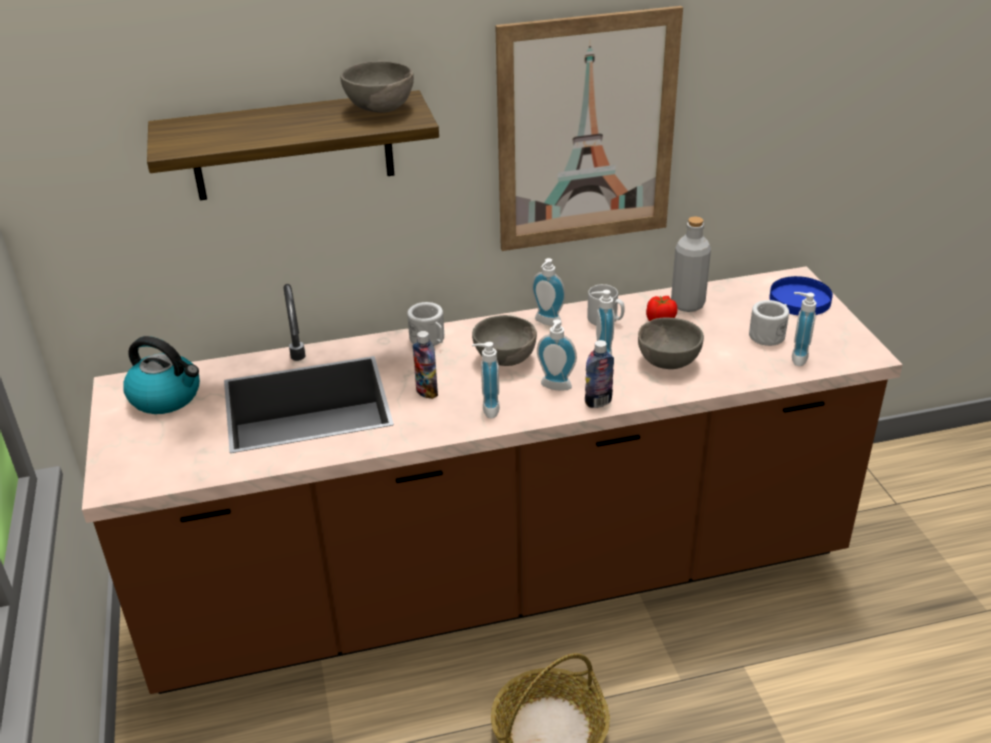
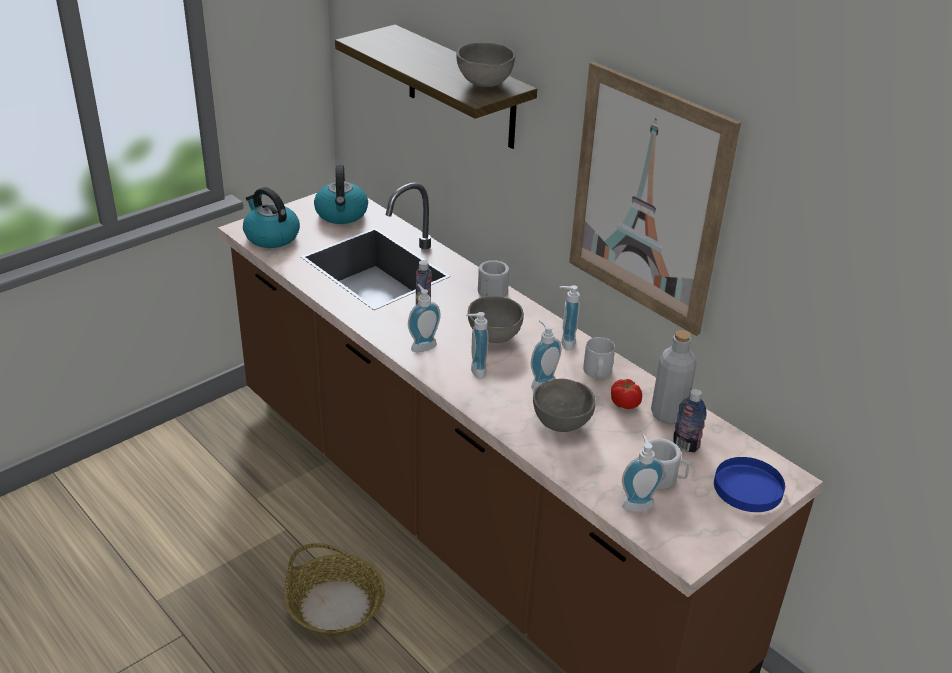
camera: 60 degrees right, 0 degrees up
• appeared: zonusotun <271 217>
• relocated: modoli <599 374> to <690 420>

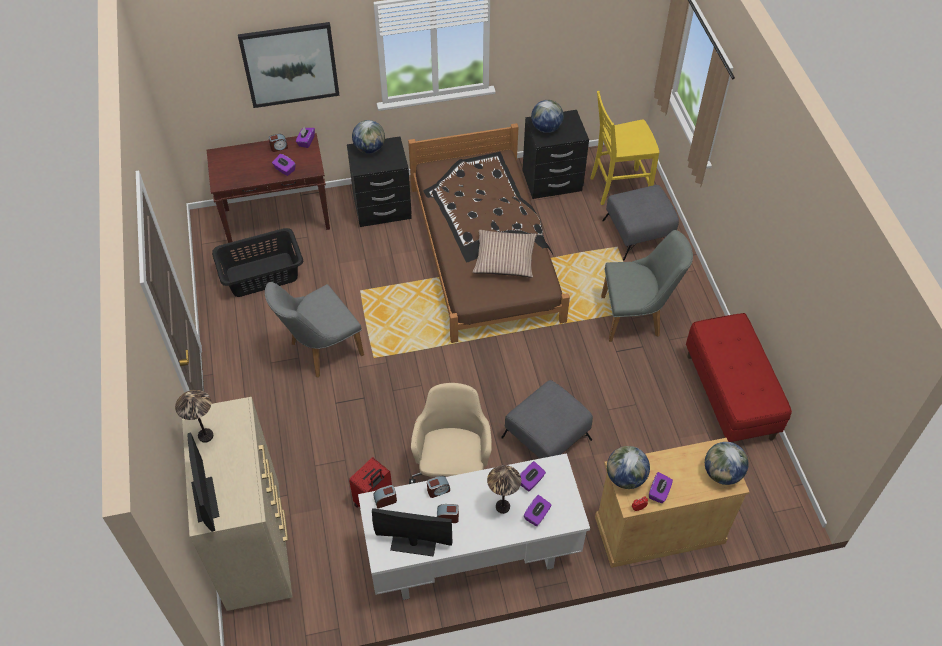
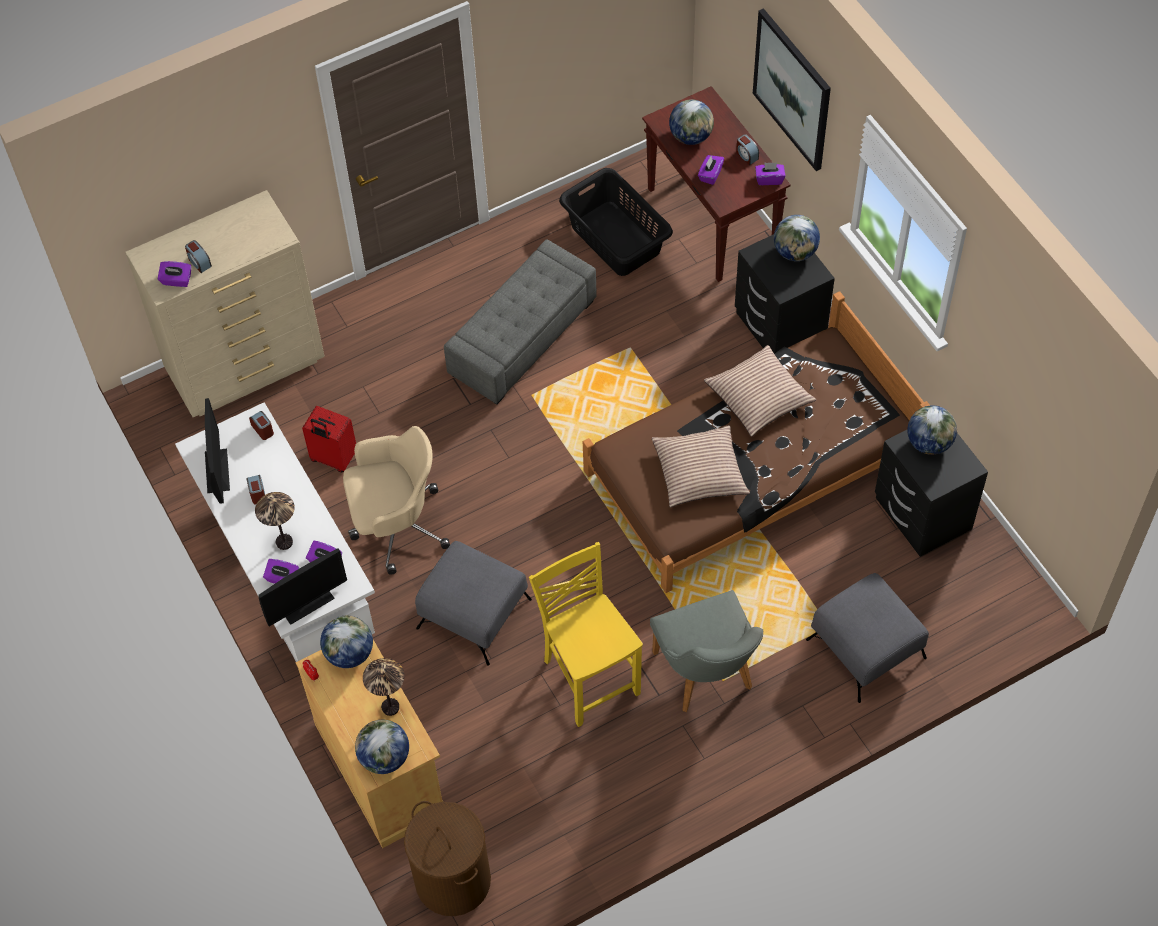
camera: 75 degrees right, 5 degrees up
• relocated: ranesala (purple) <661 487> to <174 274>
• relocated: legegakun <438 487> to <198 256>
• relocated: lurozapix <203 482> to <302 587>
• relocated: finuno <194 416> to <383 687>
• appeared: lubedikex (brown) <447 858>
• exchanged: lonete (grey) <314 330> to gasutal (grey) <520 322>
• relocated: lonete (yellow) <624 148> to <586 634>
• appeared: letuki <691 122>
• appeared: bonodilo <760 391>
• missing: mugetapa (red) <739 378>

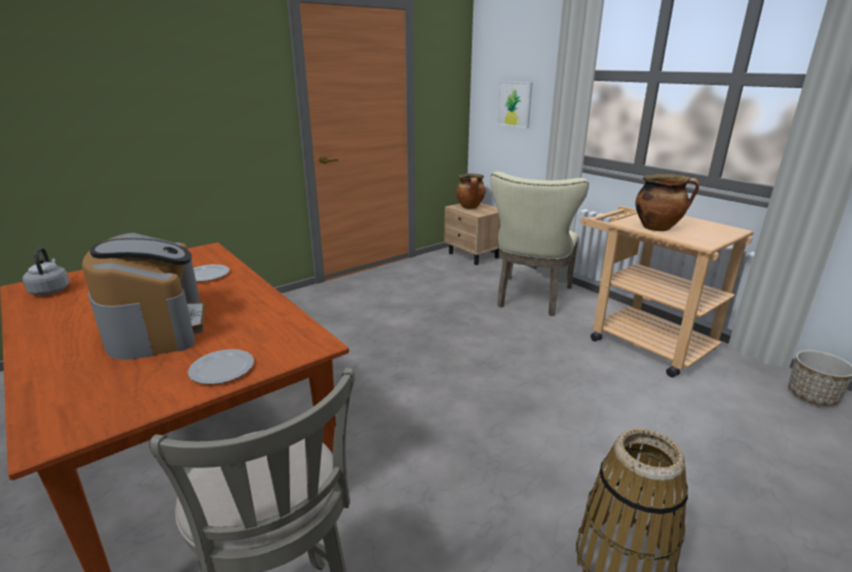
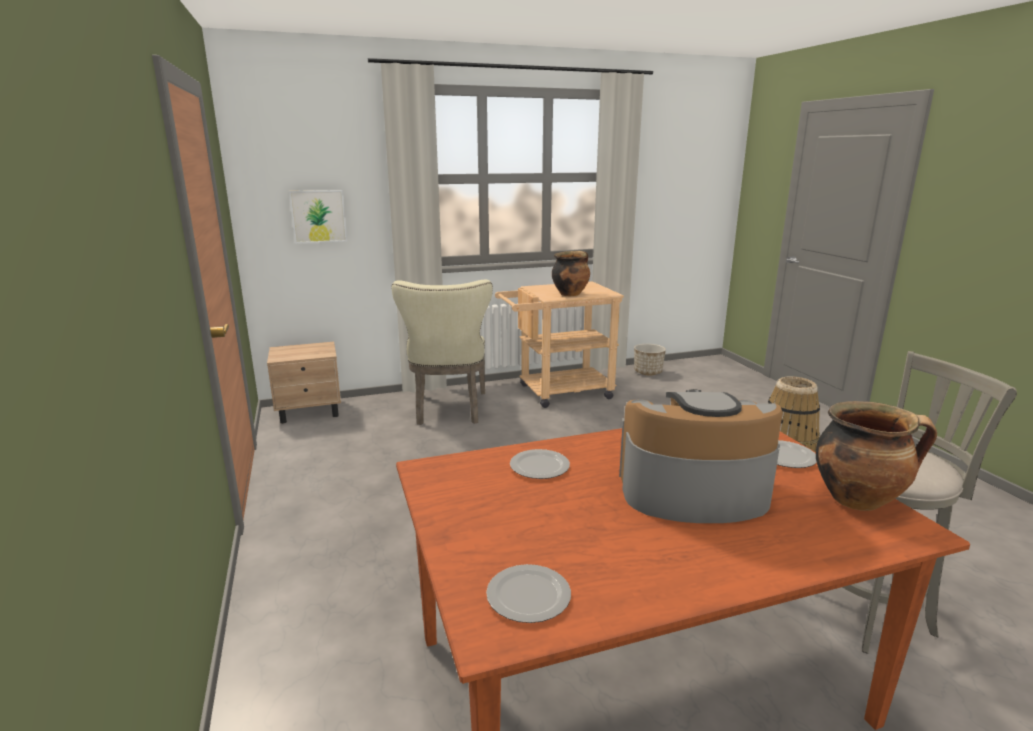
camera: 70 degrees left, 5 degrees down
• spun: lonete (beige) <539 243> = <442 352> 45 degrees clockwise
• exchanged: zonusotun (grey) <46 271> to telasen <528 593>
• relocated: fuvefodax <471 191> to <876 456>

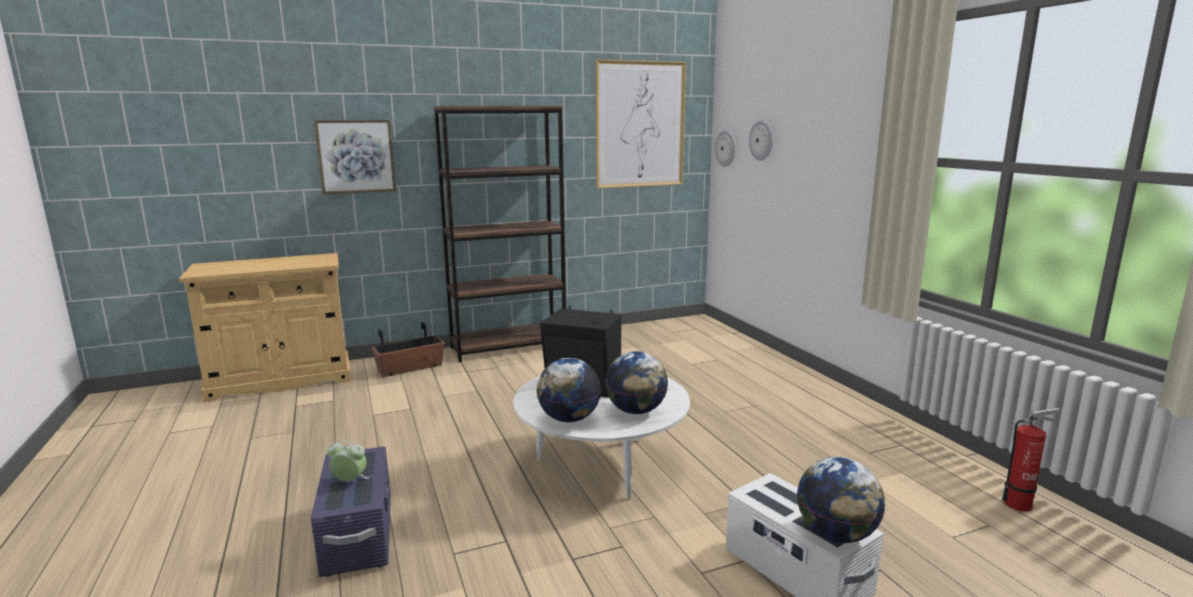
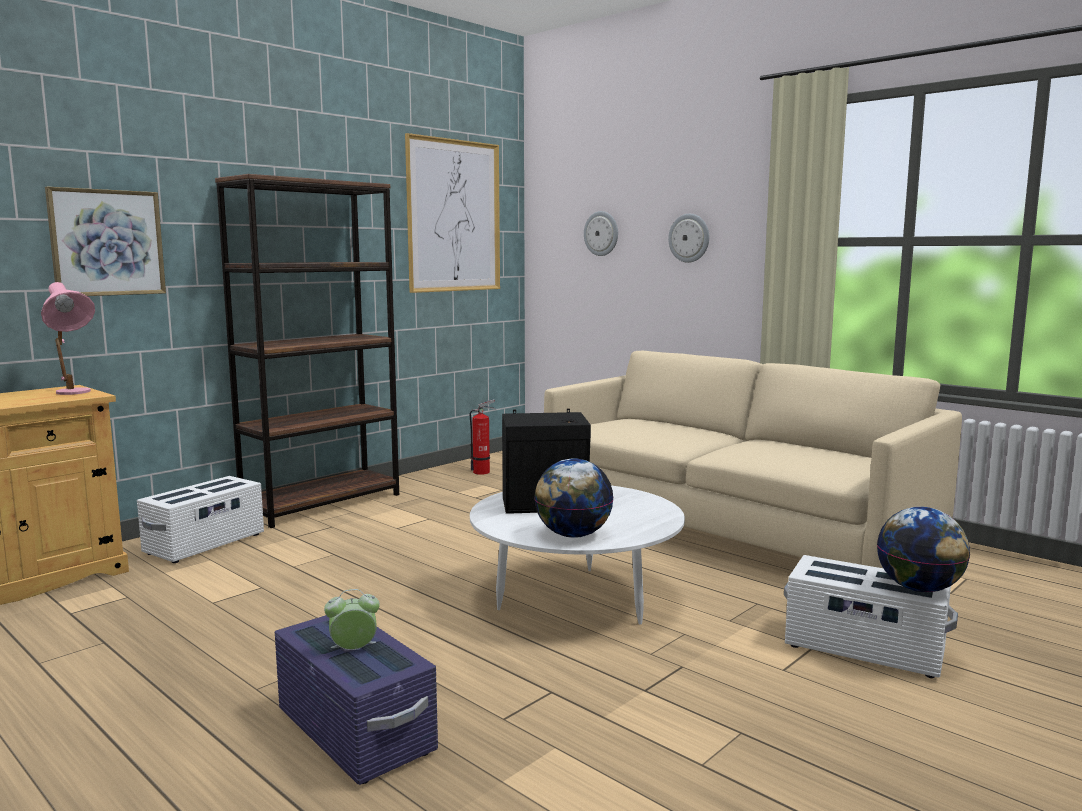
camera: 25 degrees left, 5 degrees down
• appeared: finuno (pink) <68 338>
• exchanged: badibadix <408 349> to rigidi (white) <200 519>
• relocated: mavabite <1031 460> to <483 437>
• appeared: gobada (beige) <753 459>
• relocated: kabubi <725 148> to <688 238>
• missing: letuki <636 382>

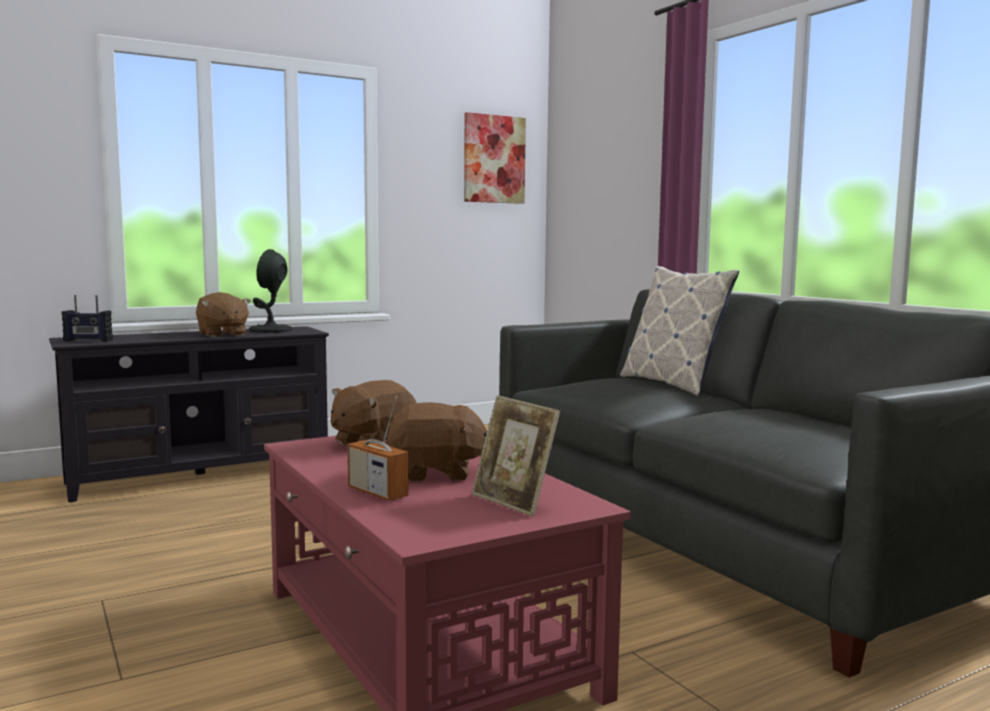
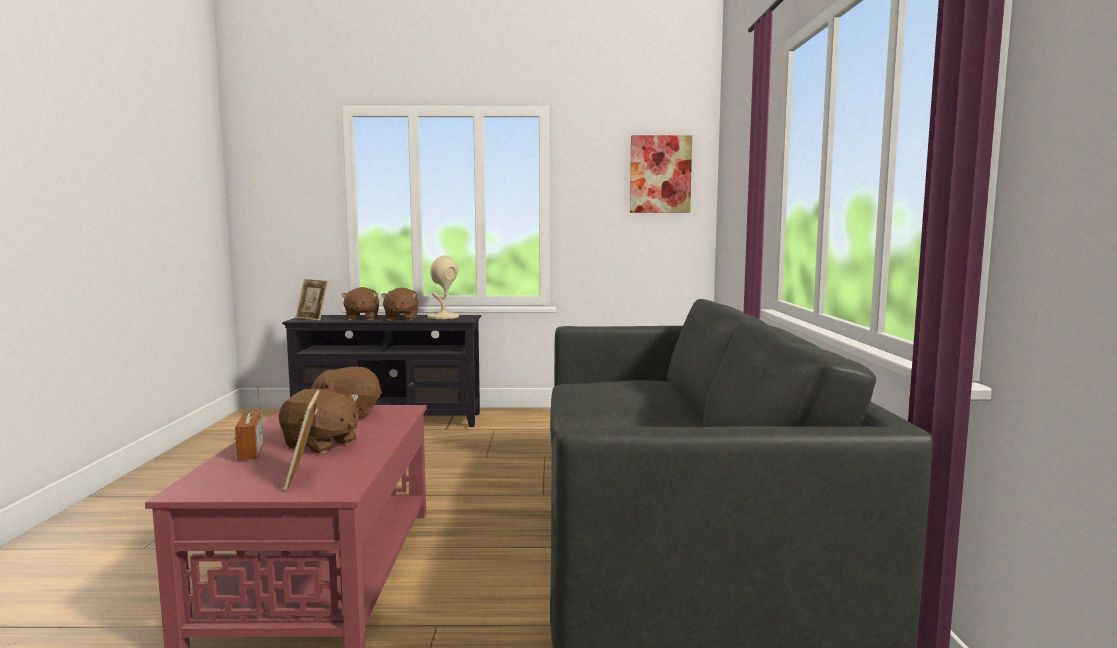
camera: 30 degrees right, 0 degrees up
• exchanged: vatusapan <87 318> to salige <311 300>
• appeared: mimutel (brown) <360 303>
• colour: finuno (black) <270 291> to finuno (beige) <443 287>
• missing: bonodilo <679 331>

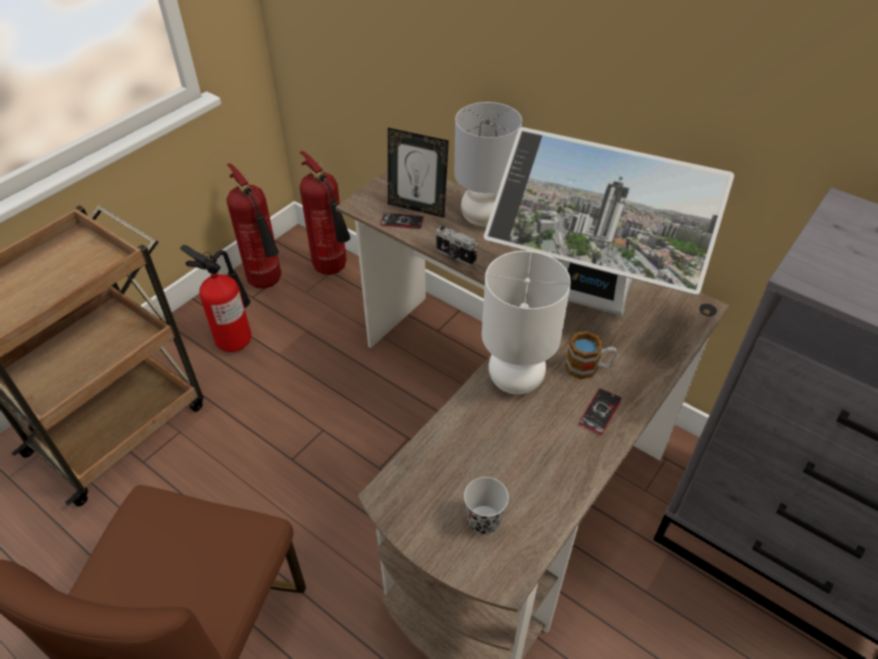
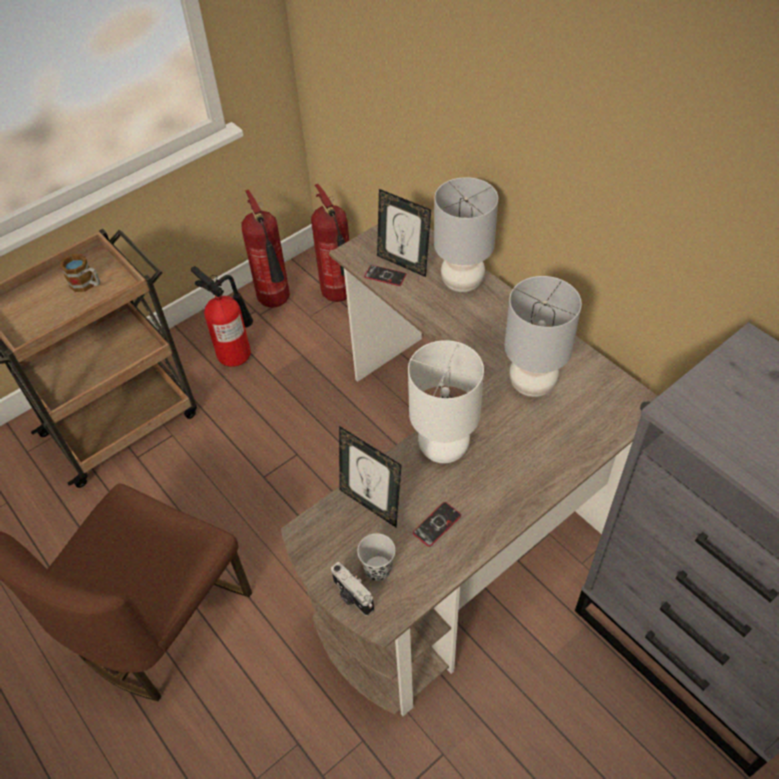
camera: 15 degrees right, 5 degrees up
• relocated: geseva <591 355> to <80 273>
• relocated: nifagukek <456 246> to <352 589>
• appeared: salige <370 476>
• relocated: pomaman <600 411> to <437 524>
• exchanged: lurozapix <609 221> to finuno (grey) <543 336>

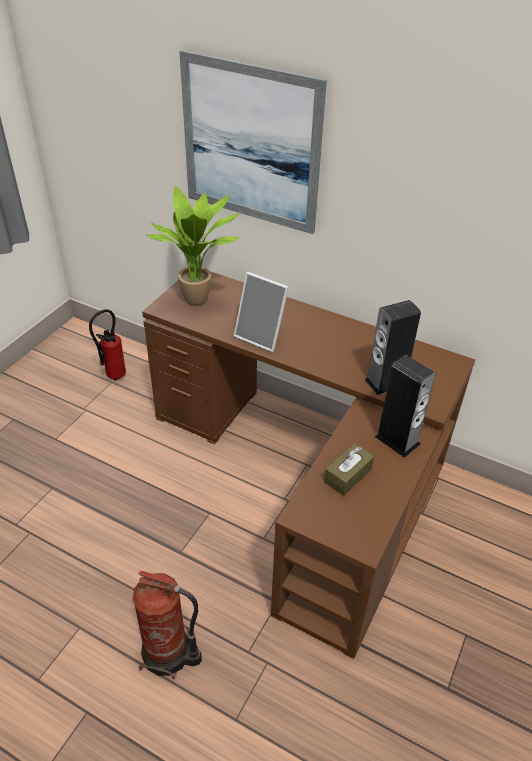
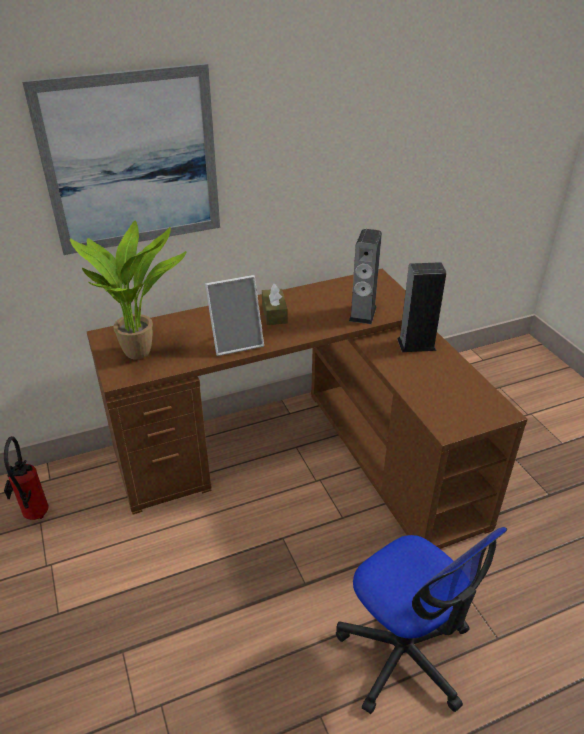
camera: 50 degrees left, 5 degrees down
• relocated: ranesala (brown) <349 469> to <275 304>
• exchanged: mavabite <167 625> to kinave <421 620>

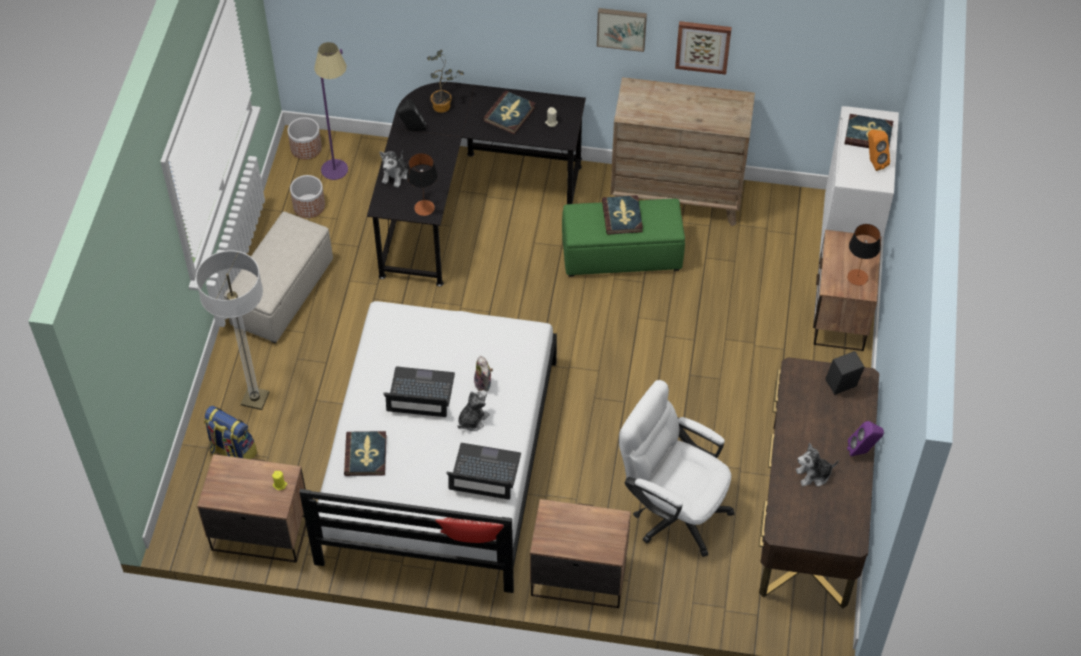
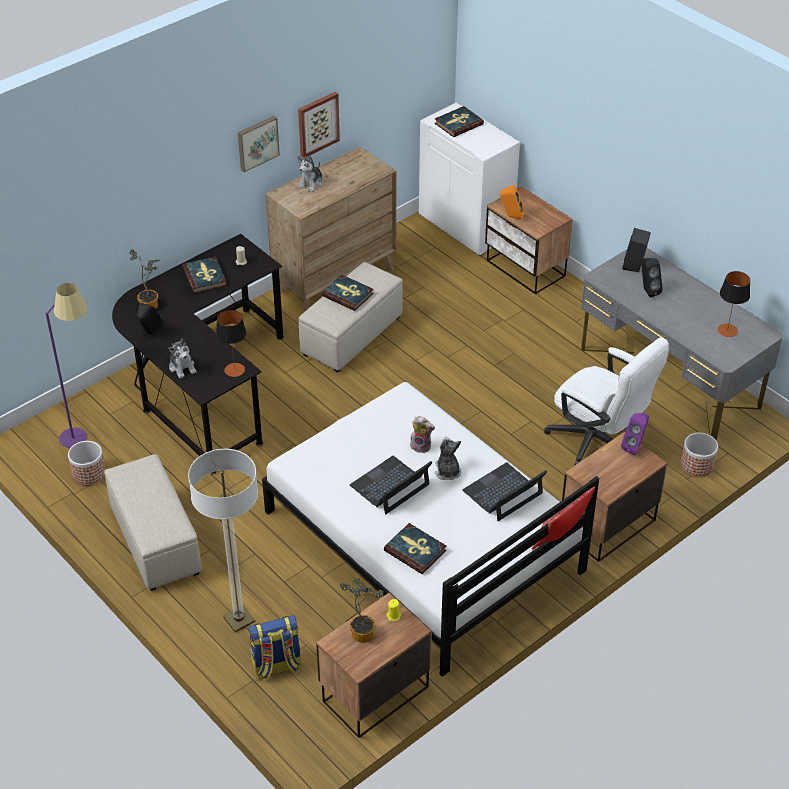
camera: 50 degrees left, 10 degrees down
• relocated: mimutel <817 465> to <310 173>
• colour: gasutal (green) <623 238> to gasutal (beige) <351 317>
• appeared: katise <362 611>
• relocated: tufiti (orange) <879 150> to <512 202>
• spun: kinave (white) <676 468> = <606 401> 120 degrees counterclockwise
• colour: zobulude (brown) <819 482> to zobulude (grey) <682 344>
• relocated: tufiti (purple) <865 439> to <635 434>
• appeared: tufiti (black) <652 278>
• relocated: badibadix <305 138> to <699 455>
• relocated: finuno <863 255> to <734 304>

